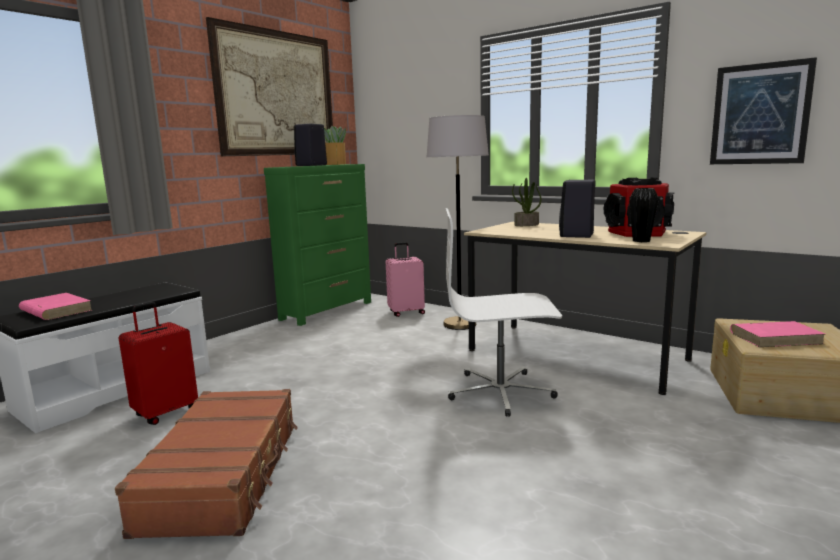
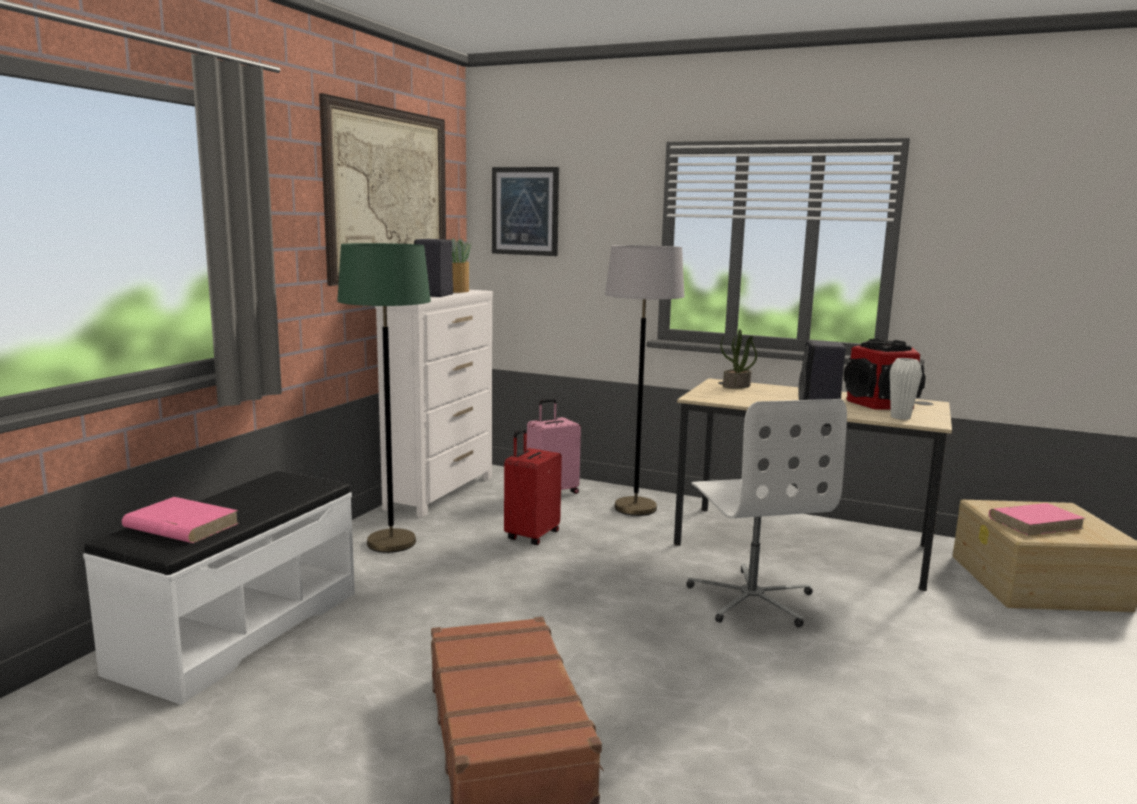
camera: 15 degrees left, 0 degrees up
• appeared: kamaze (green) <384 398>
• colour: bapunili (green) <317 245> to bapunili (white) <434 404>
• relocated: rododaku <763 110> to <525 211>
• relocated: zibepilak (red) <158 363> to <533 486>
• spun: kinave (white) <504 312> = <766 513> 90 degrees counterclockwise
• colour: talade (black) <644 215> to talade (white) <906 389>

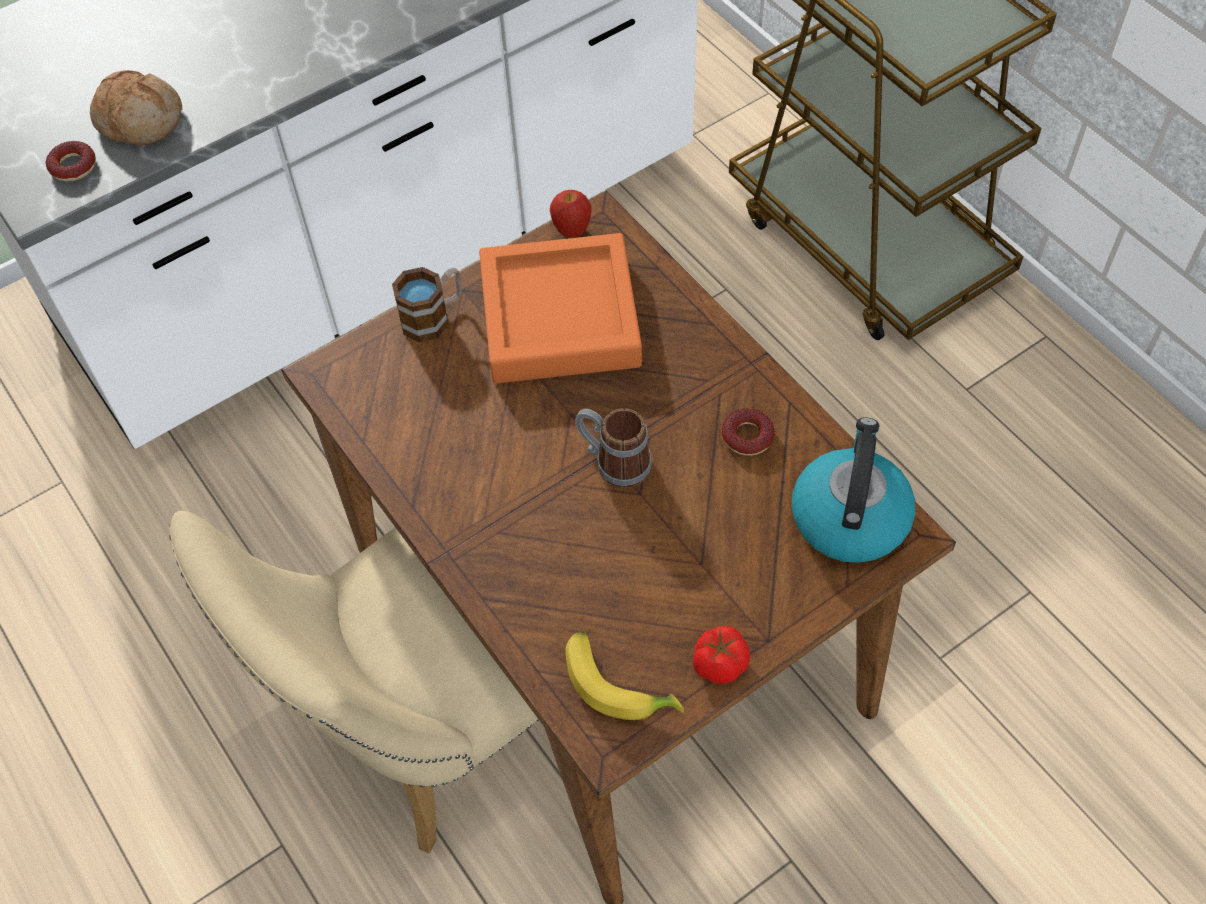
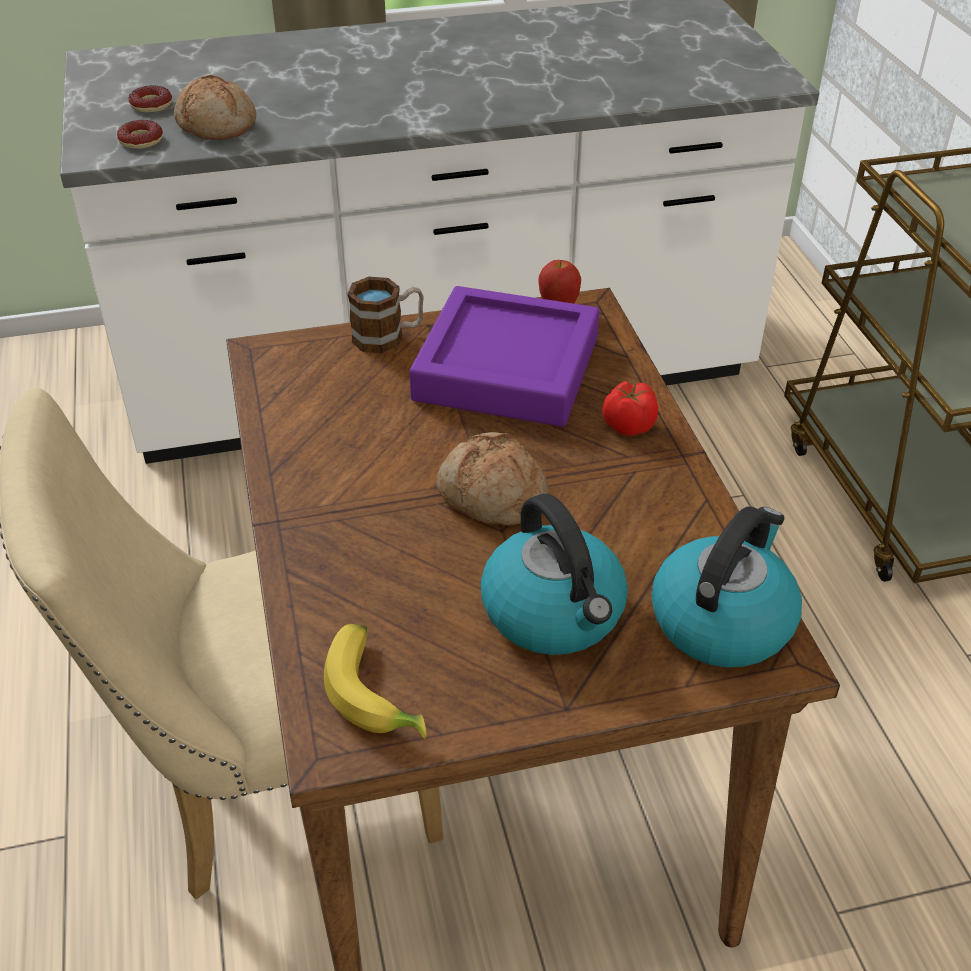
camera: 20 degrees right, 15 degrees down
• relocated: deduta <748 432> to <150 99>
• colour: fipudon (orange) <560 308> to fipudon (purple) <504 356>
• exchanged: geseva <613 448> to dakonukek <492 479>
• appeared: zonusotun <554 574>
• relocated: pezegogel <721 655> to <630 408>

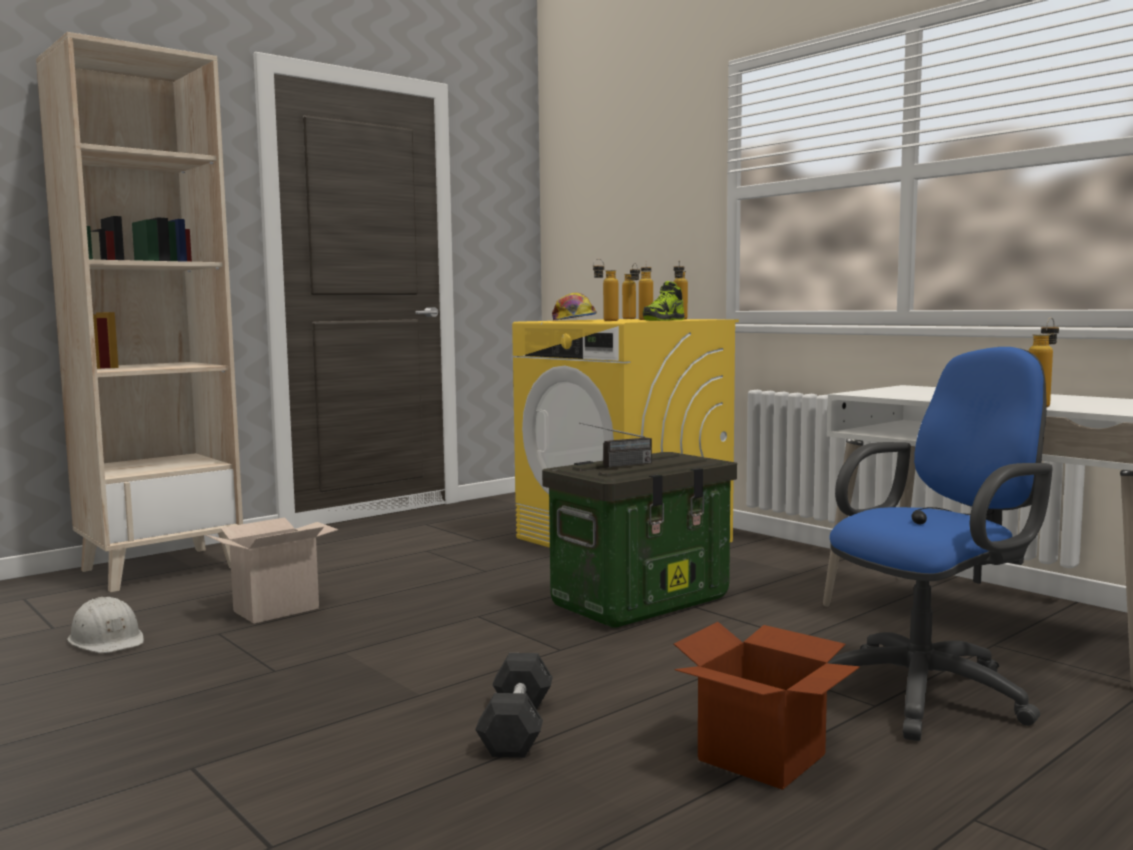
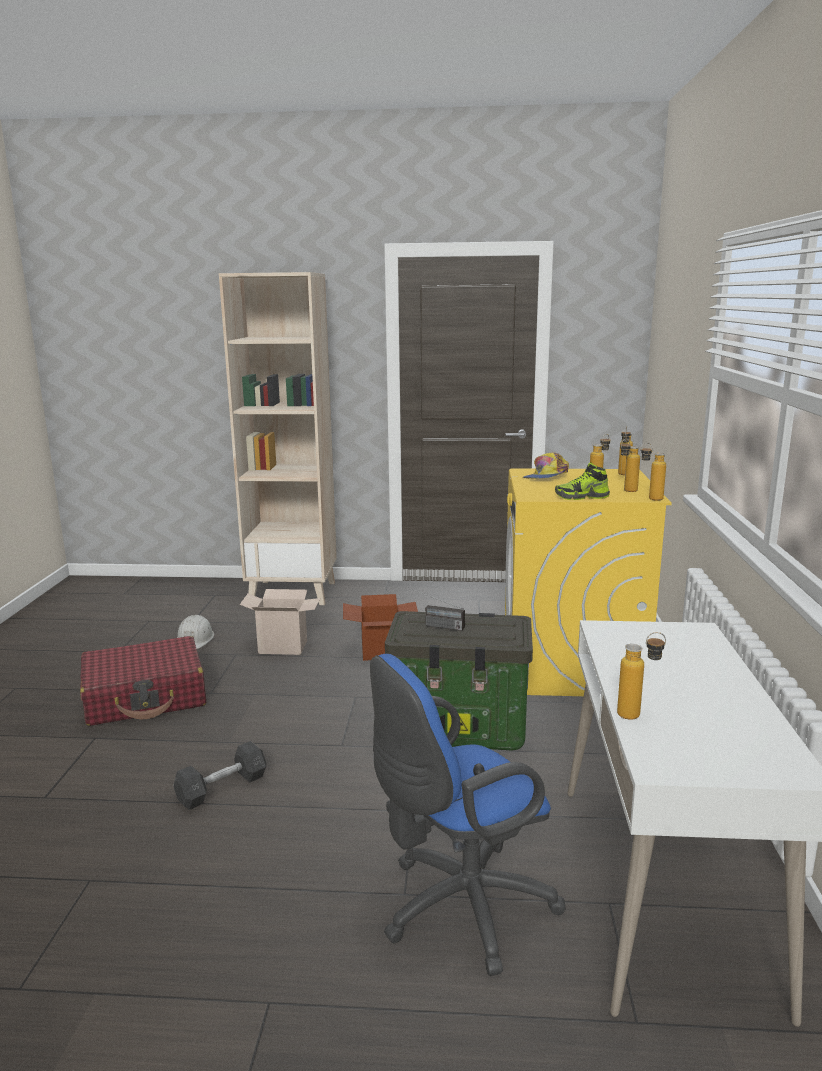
camera: 45 degrees right, 10 degrees up
• appeared: zibepilak (red) <143 681>
• relocated: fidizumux <767 706> to <380 627>
• spun: kinave (blue) <940 544> = <468 815> 135 degrees clockwise
• relocated: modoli <606 290> to <653 472>

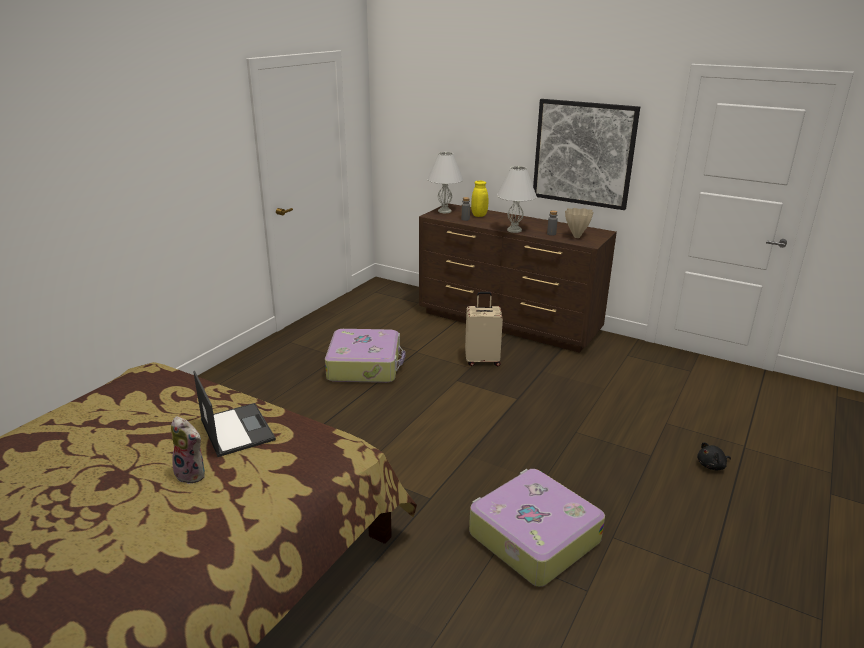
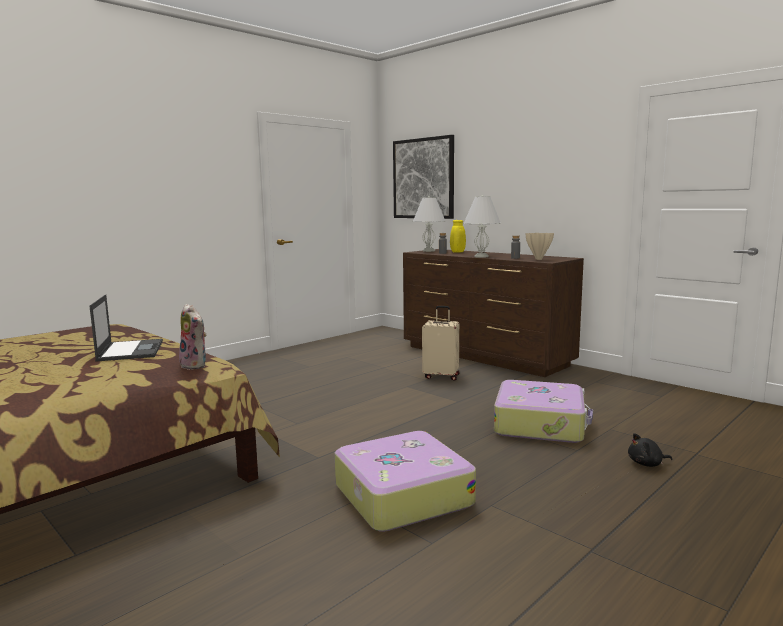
camera: 15 degrees right, 15 degrees down
• relocated: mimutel <188 450> to <192 337>
• relocated: rododaku <586 154> to <423 177>
• relocated: zibepilak <365 356> to <543 411>

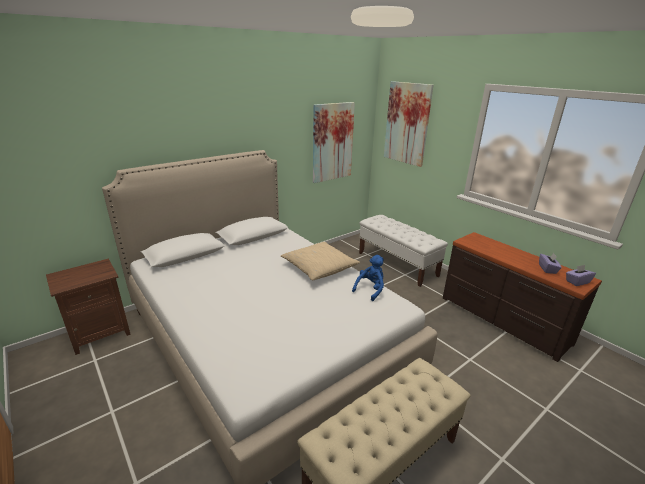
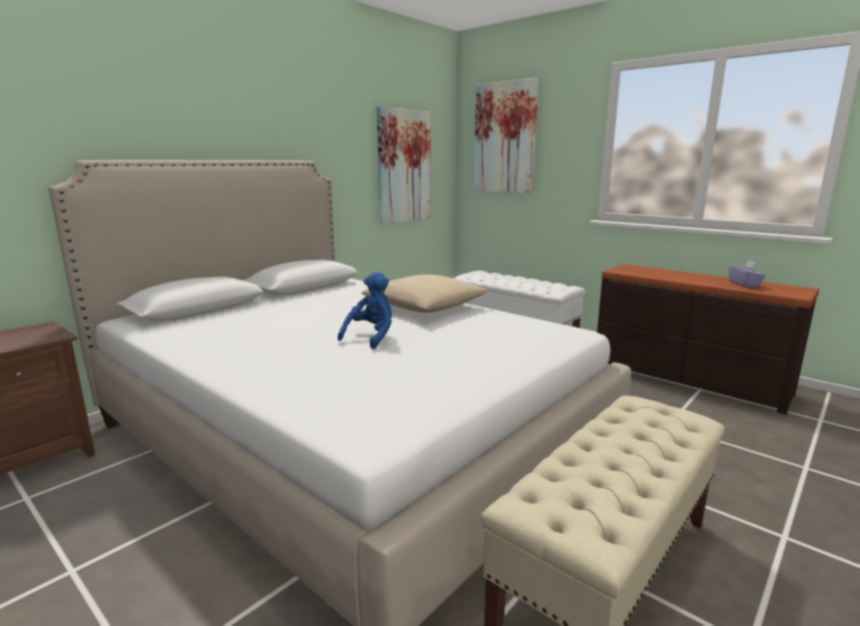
camera: 10 degrees left, 10 degrees down
• relocated: mimutel (blue) <368 278> to <365 310>
• missing: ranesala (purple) <581 275>

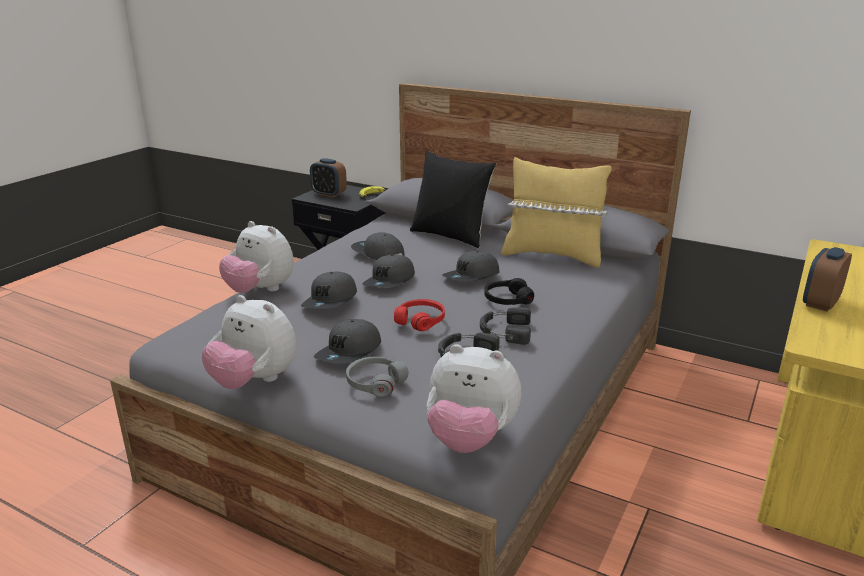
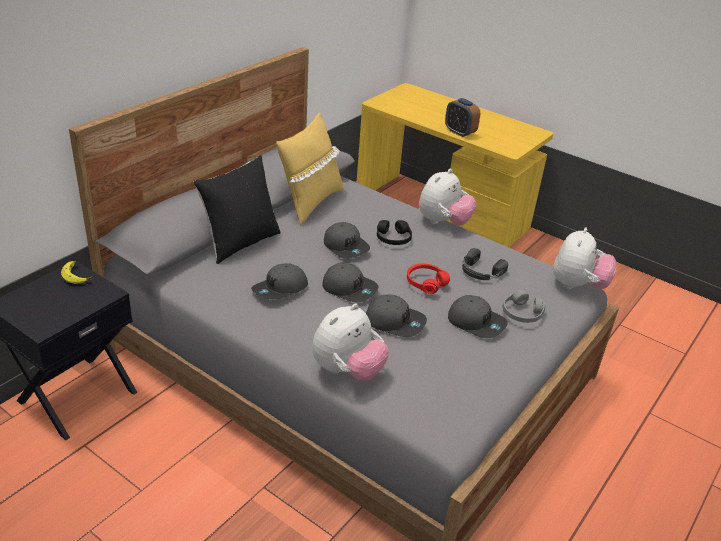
camera: 85 degrees left, 10 degrees up
• relocated: mimutel <249 342> to <447 197>
• missing: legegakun <328 178>
• missing: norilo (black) <505 326>

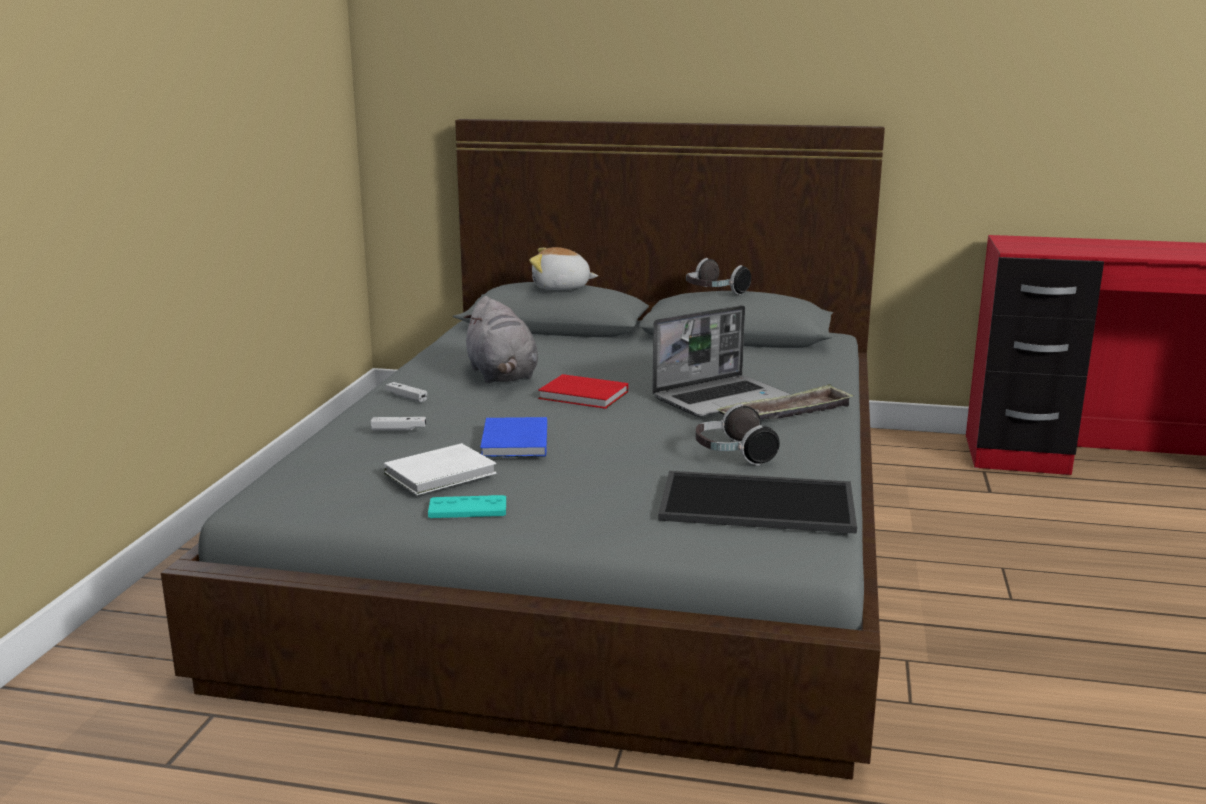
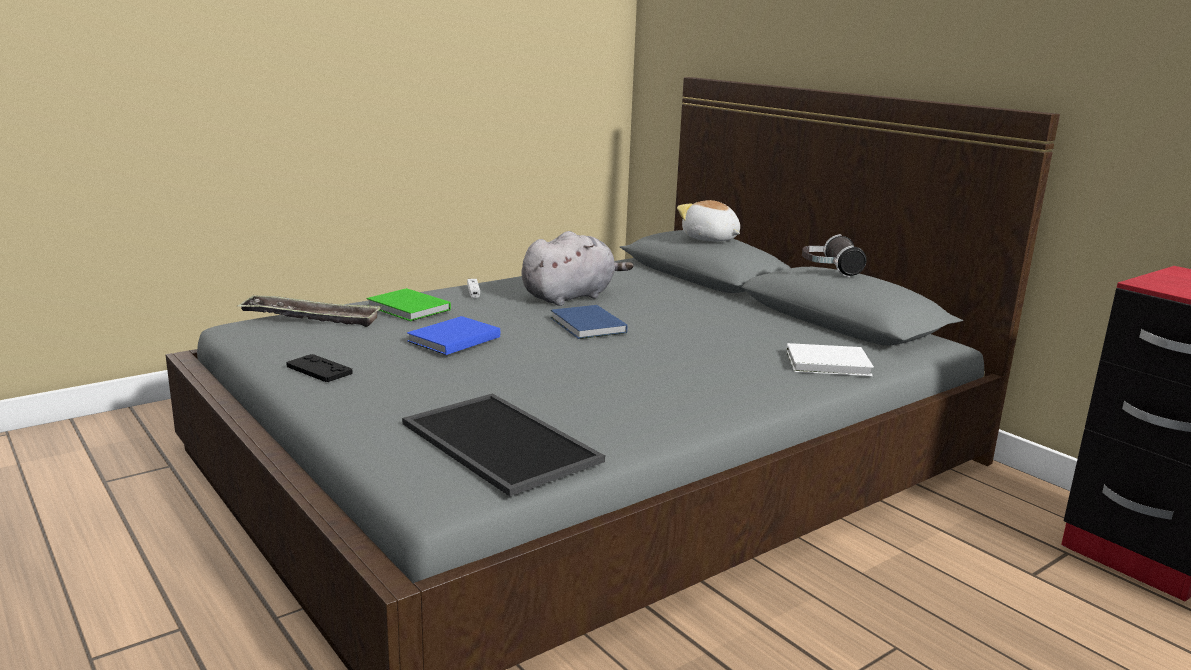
camera: 40 degrees right, 0 degrees up
• relocated: fipudon <785 402> to <309 311>
• colour: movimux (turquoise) <467 506> to movimux (black) <319 368>
• exchanged: movimux (white) <398 424> to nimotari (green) <409 304>
• spun: mimutel (grey) <501 339> = <577 268> 150 degrees counterclockwise
• colour: nimotari (red) <583 391> to nimotari (blue) <589 322>
• relocated: nimotari (white) <440 469> to <830 359>
• missing: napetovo <721 361>
• missing: norilo <738 435>

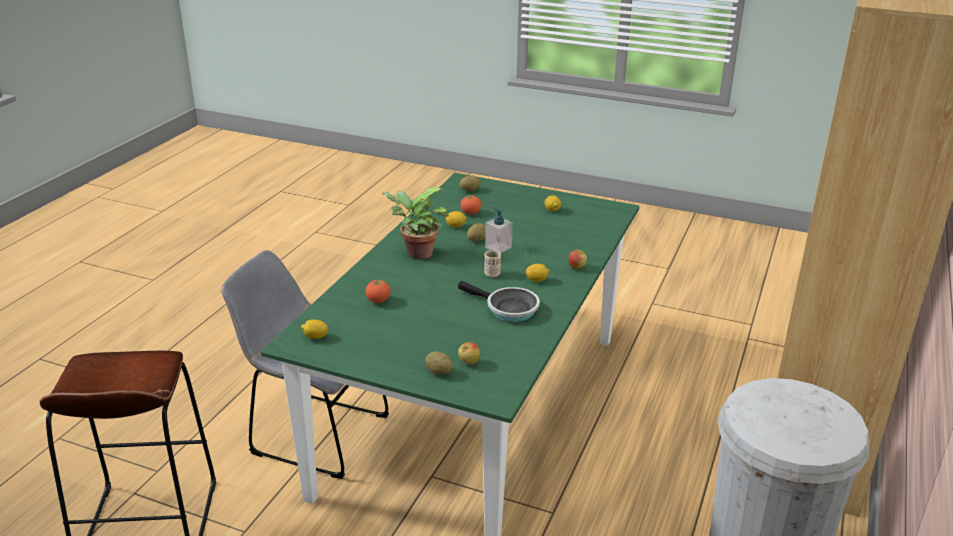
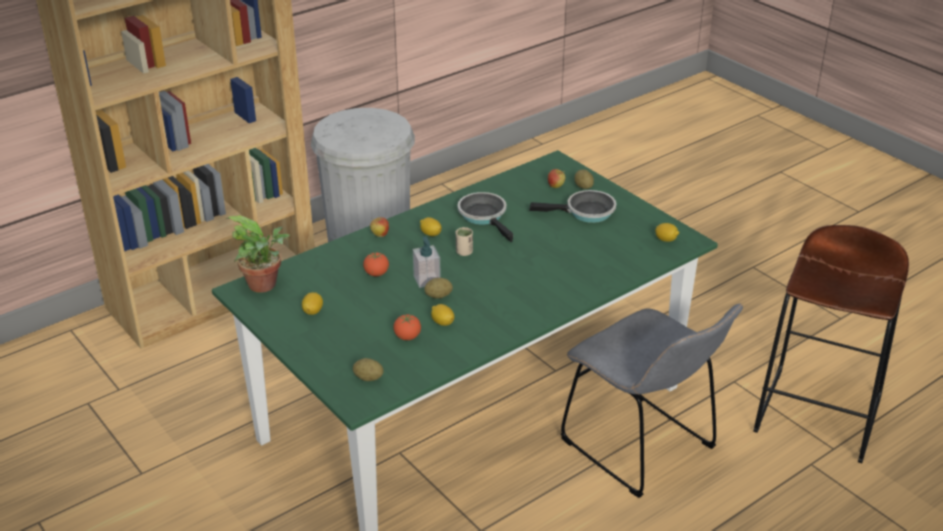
camera: 150 degrees left, 5 degrees up
• relocated: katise <415 223> to <258 254>
• relocated: pezegogel <378 291> to <376 264>
• appeared: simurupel <572 206>

